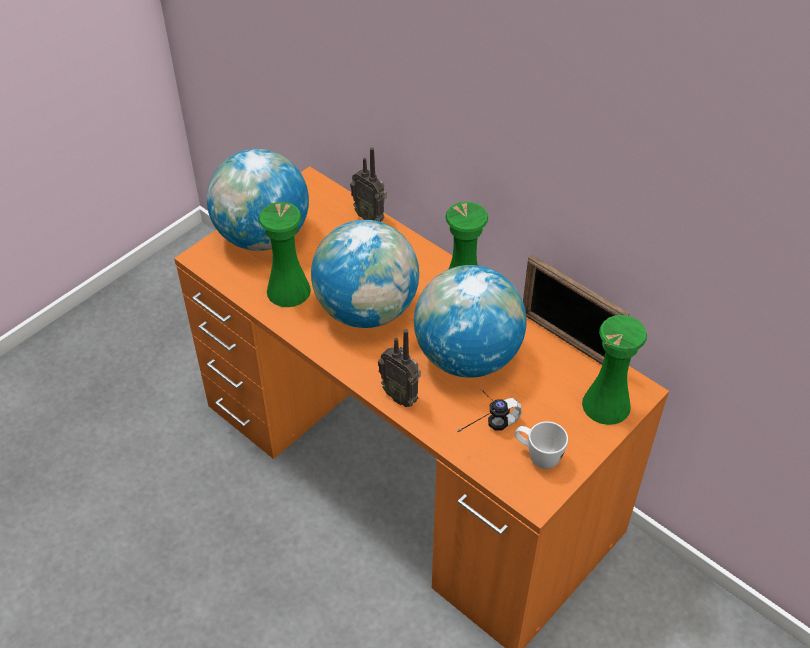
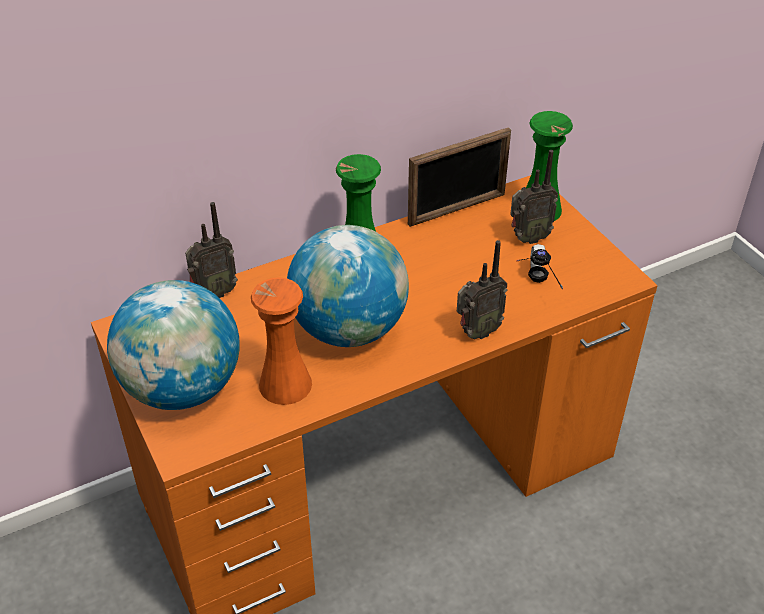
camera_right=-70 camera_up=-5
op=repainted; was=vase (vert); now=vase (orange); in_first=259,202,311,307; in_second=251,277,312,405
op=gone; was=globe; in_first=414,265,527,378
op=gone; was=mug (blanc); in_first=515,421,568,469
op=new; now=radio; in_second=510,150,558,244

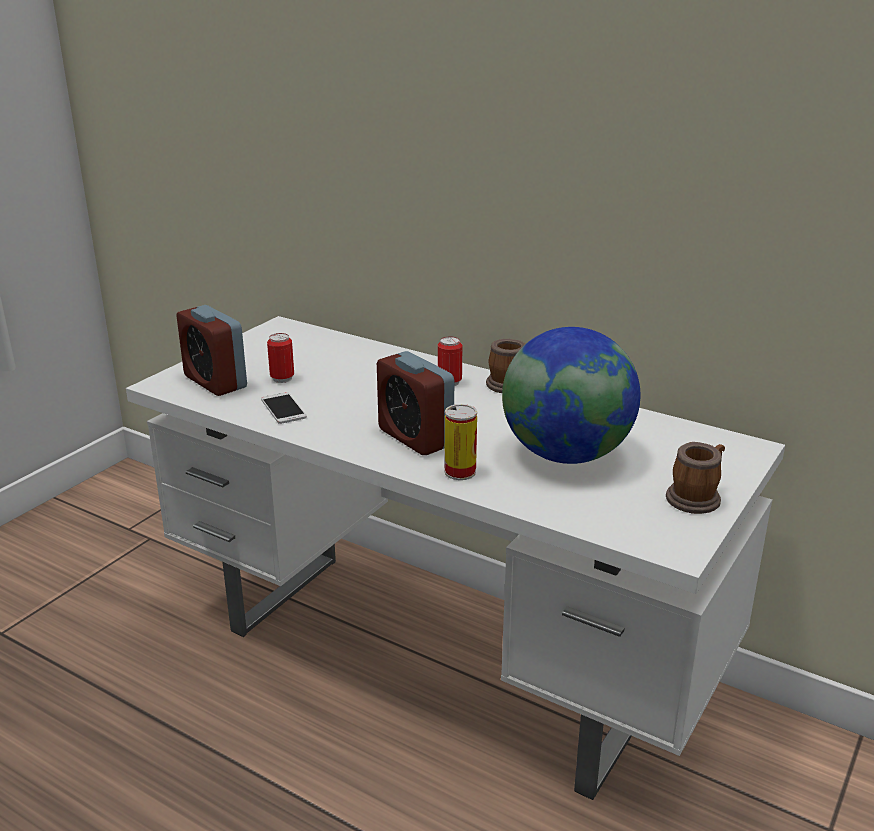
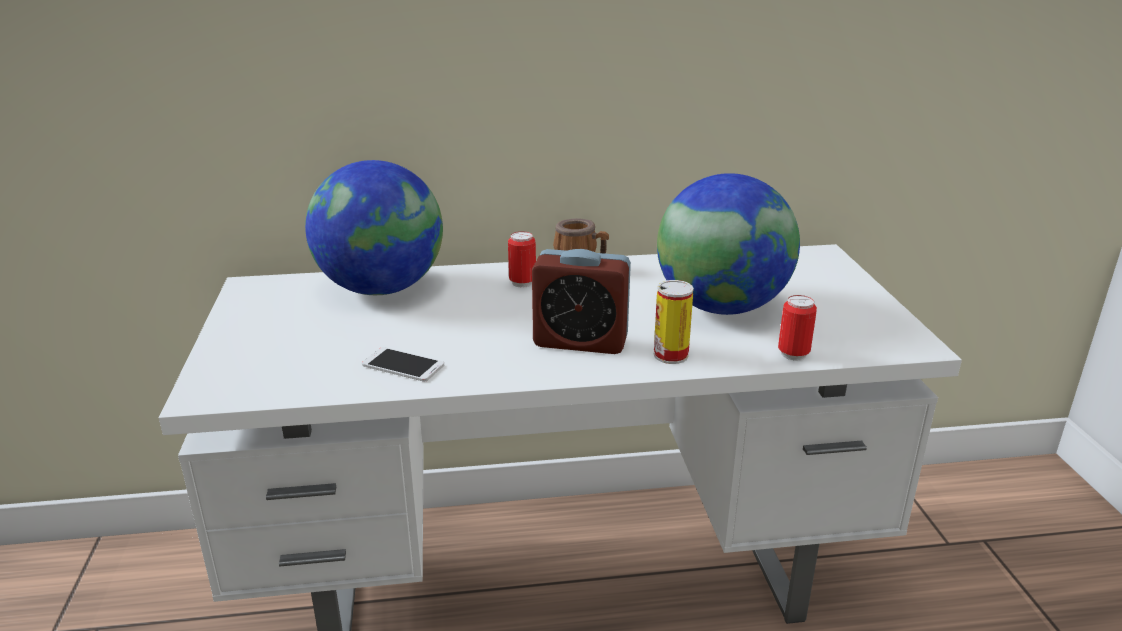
camera_right=-40 camera_up=0
op=gone; was=réveil; in_first=176,305,247,396
op=shifted; was=boîte métallique; in_first=267,333,294,383; in_second=778,295,817,360
op=gone; was=mug; in_first=666,442,725,514
op=new; now=globe; in_second=305,160,443,295

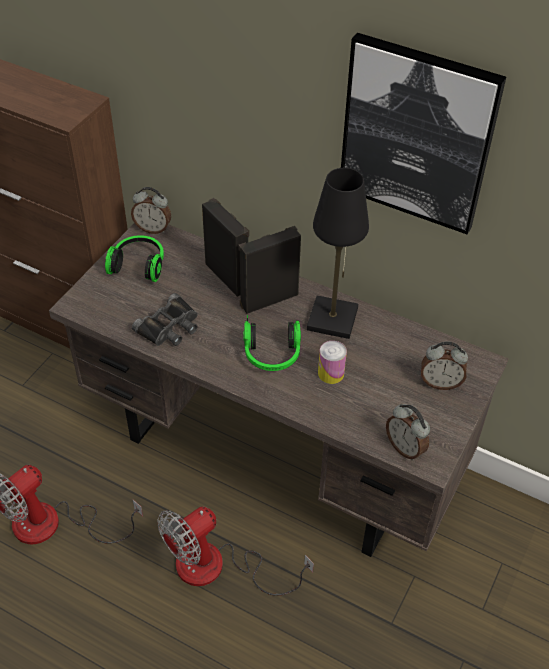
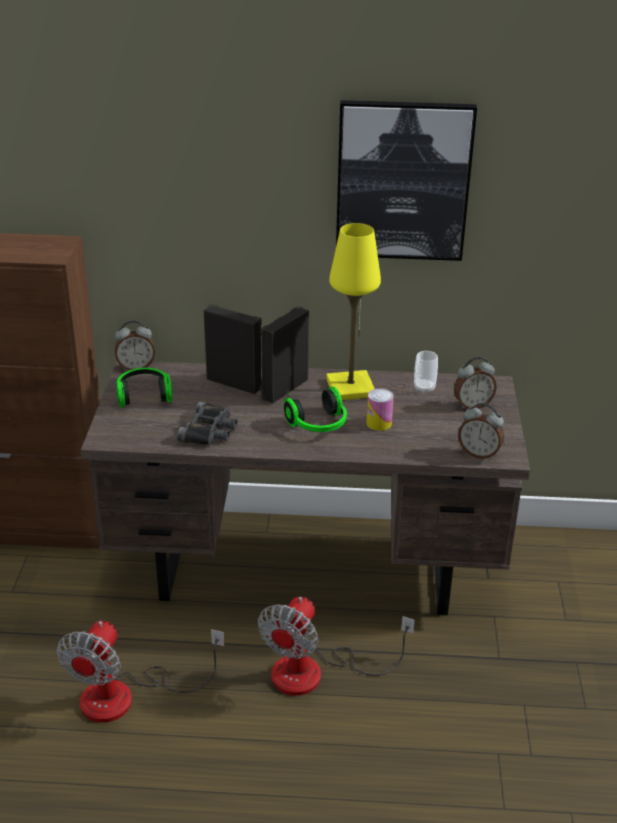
camera_right=-25 camera_up=-15
op=repainted; was=lampe de table (noir); now=lampe de table (jaune); in_first=307,168,369,339; in_second=326,223,381,400
op=new; now=tasse; in_second=414,351,438,393

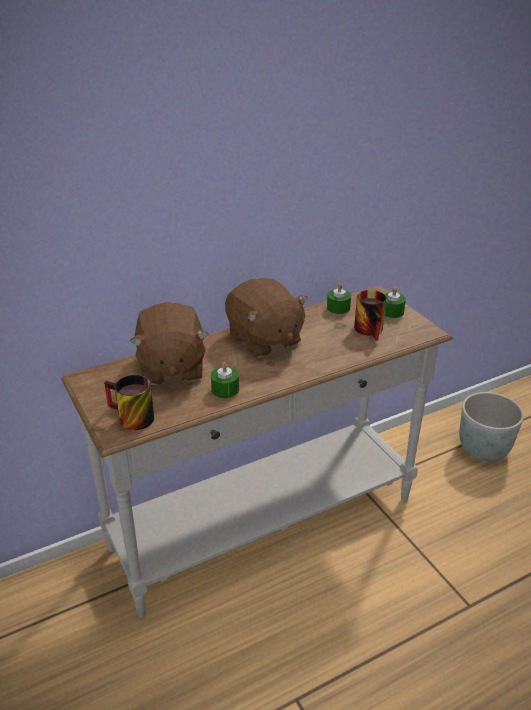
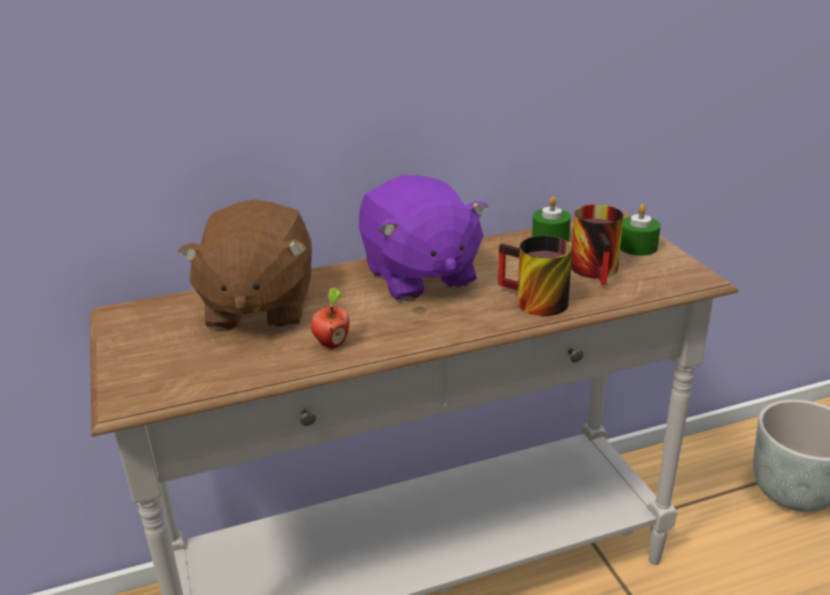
camera_right=10 camera_up=-5
op=repainted; was=peluche (marron); now=peluche (violet); in_first=225,278,308,358; in_second=359,175,488,301
op=swapped; was=bougie (vert); now=pomme; in_first=211,362,239,398; in_second=311,287,350,349
op=shifted; was=mug; in_first=104,375,154,430; in_second=498,236,572,316

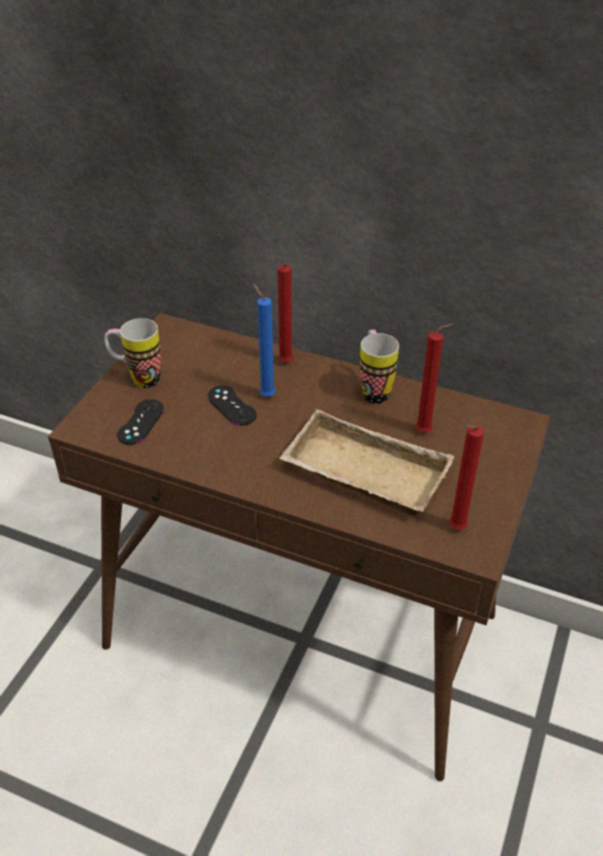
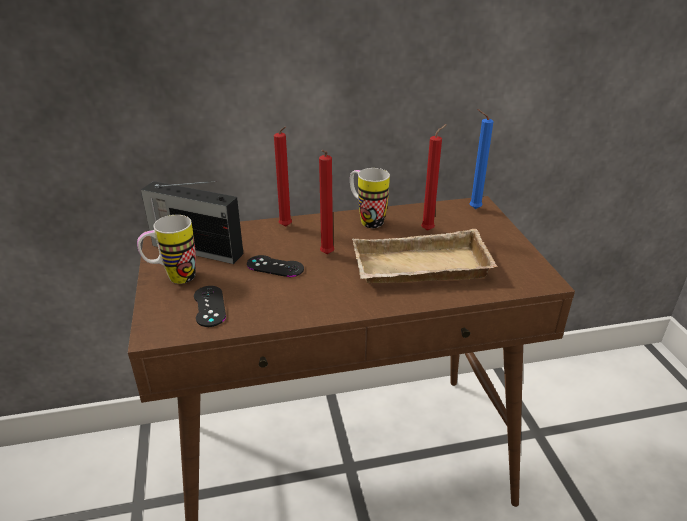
camera_right=-35 camera_up=-10
op=shifted; was=bougie (bleu); in_first=253,284,276,396; in_second=469,109,494,209
op=shifted; was=bougie (rouge); in_first=449,425,484,530; in_second=319,150,334,254
op=new; now=radio; in_second=141,181,243,264

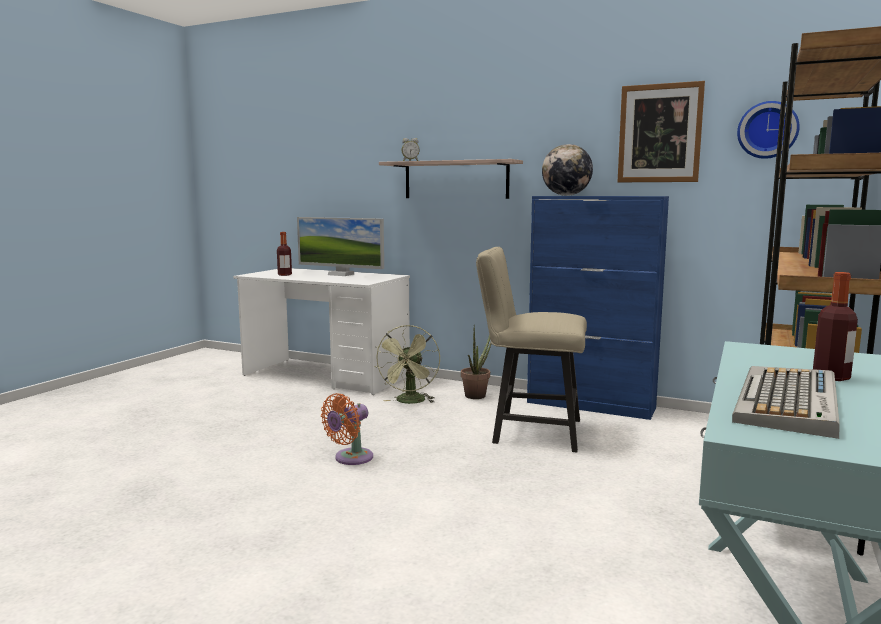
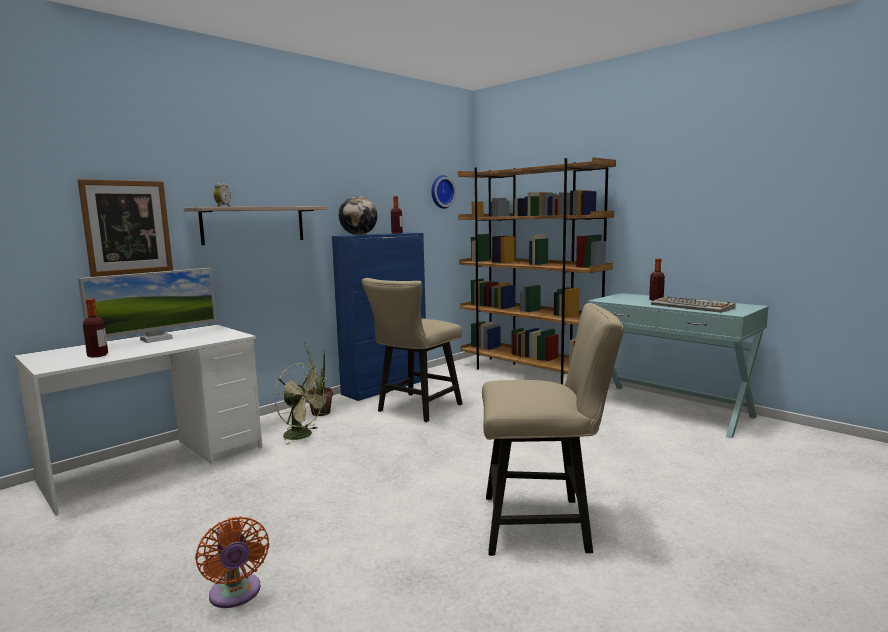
camera_right=-70 camera_up=0
op=shifted; was=tableau; in_first=618,81,705,182; in_second=78,179,173,277
op=shifted; was=ventilateur (orange); in_first=321,393,373,465; in_second=195,516,269,608
op=new; now=bouteille; in_second=391,196,403,234
op=new; now=chaise (beige); in_second=482,303,624,556

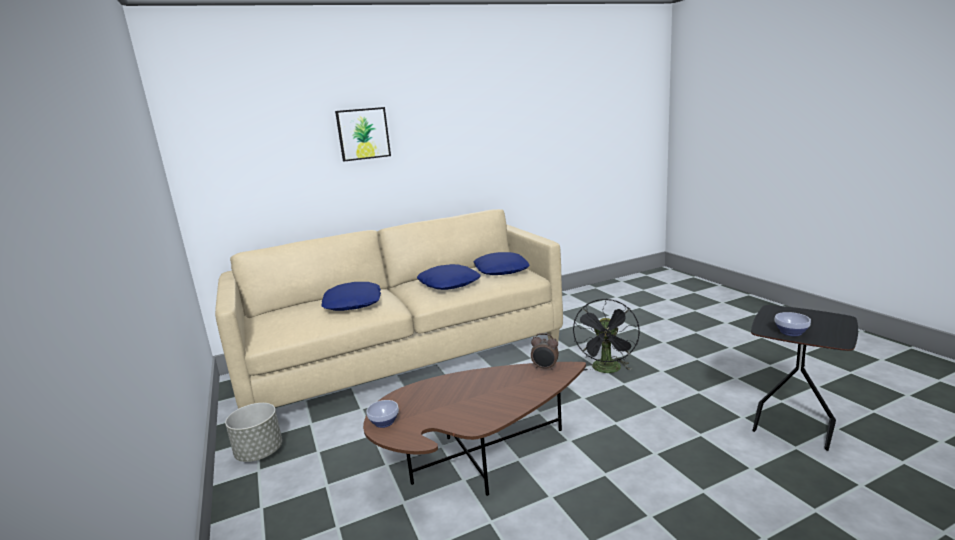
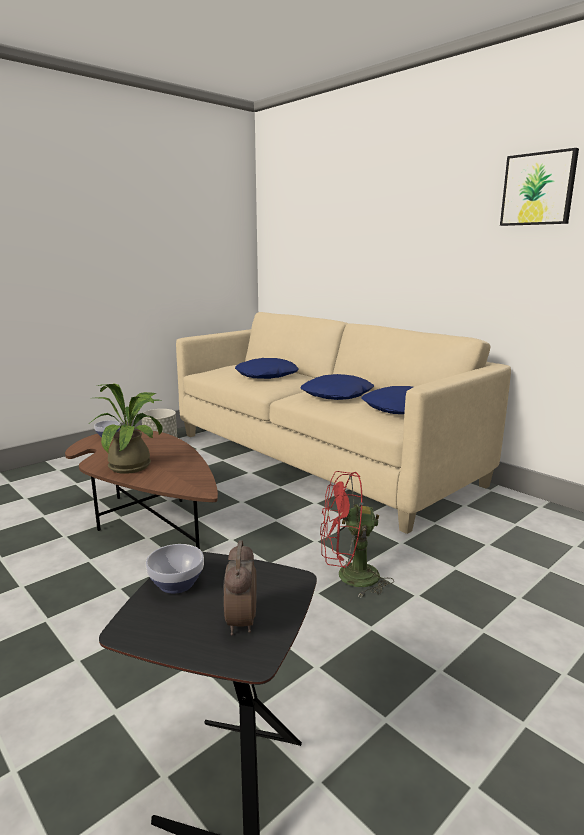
camera_right=70 camera_up=0
op=shifted; was=tableau; in_first=335,107,391,161; in_second=500,148,579,226
op=repainted; was=ventilateur (noir); now=ventilateur (rouge); in_first=573,299,640,373; in_second=320,471,394,597
op=shifted; was=réveil; in_first=531,333,559,370; in_second=223,541,257,635
op=new; now=plante en pot; in_second=90,383,162,474

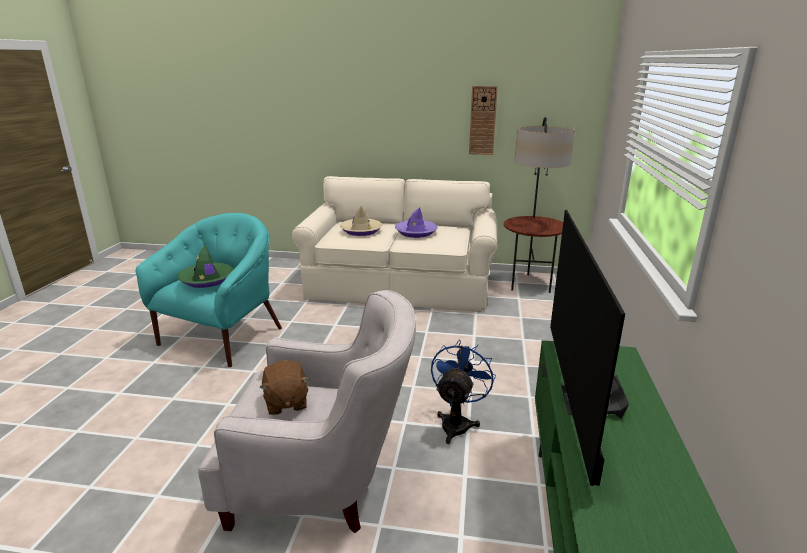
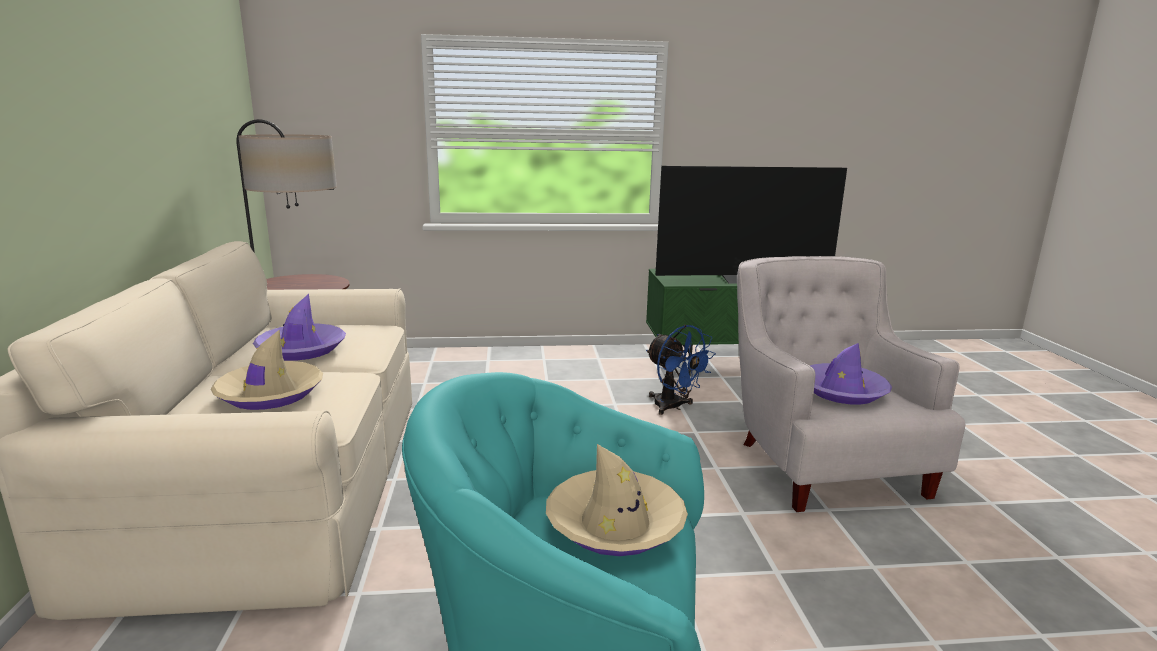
camera_right=-105 camera_up=-5
op=gone; was=horloge murale; in_first=469,86,498,155
op=repainted; was=chapeau (vert); now=chapeau (beige); in_first=177,245,233,288; in_second=546,444,688,556
op=rotated; was=ventilateur (bleu); in_first=431,340,496,444; in_second=646,325,716,415; clockwise=-135
op=swapped; was=peluche (marron); now=chapeau (violet); in_first=260,360,310,415; in_second=810,343,892,405

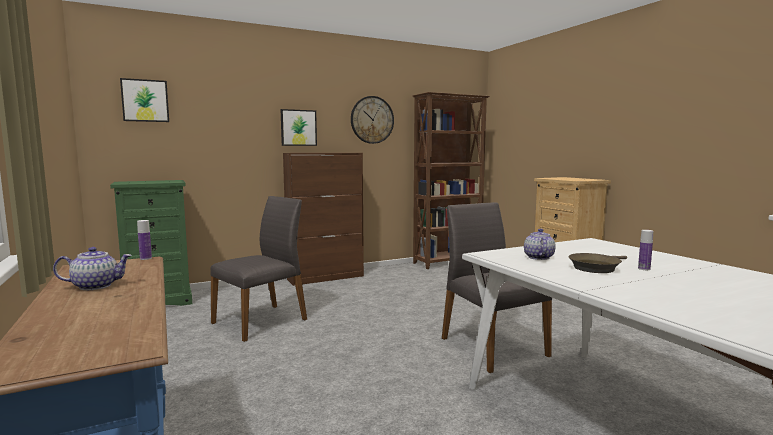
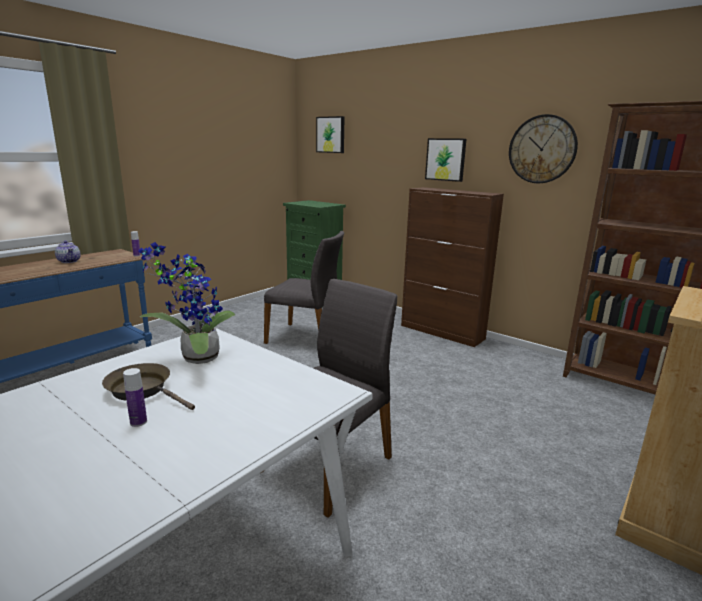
camera_right=65 camera_up=10
op=swapped; was=théière; now=plante en pot; in_first=524,229,556,260; in_second=138,242,235,364

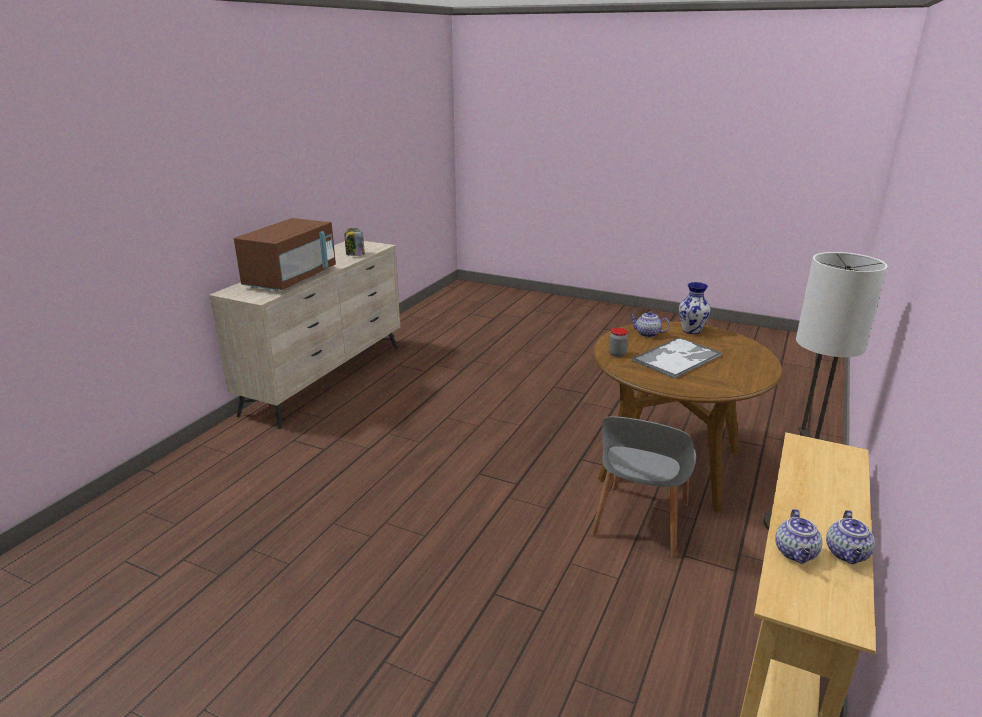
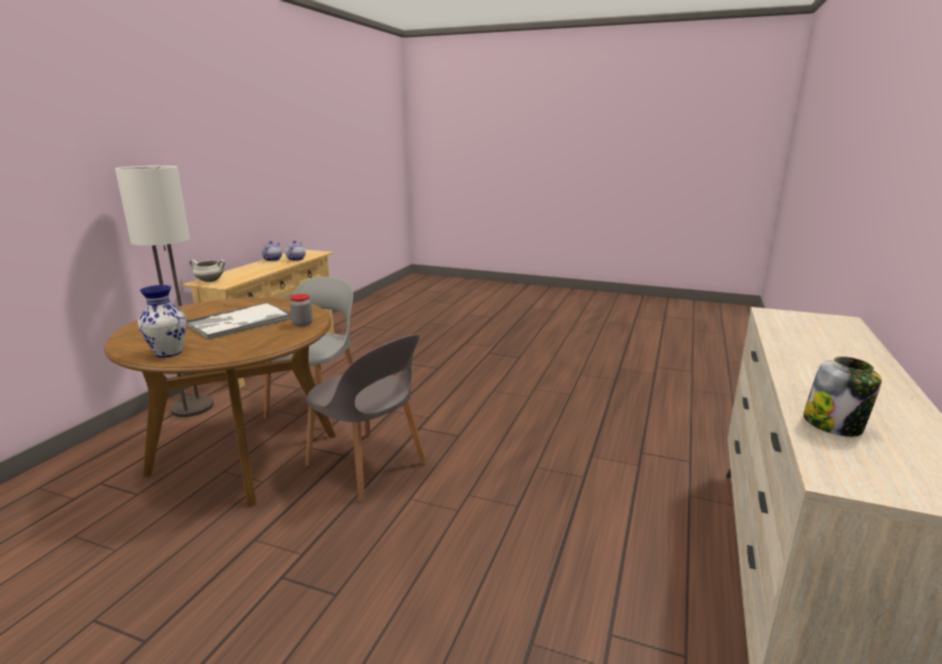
camera_right=175 camera_up=-5
op=gone; was=micro-ondes (marron); in_first=234,218,336,291
op=gone; was=théière; in_first=630,311,670,337
op=new; now=marmite (blanc); in_second=189,260,225,282
op=new; now=chaise (gris); in_second=305,335,426,502

